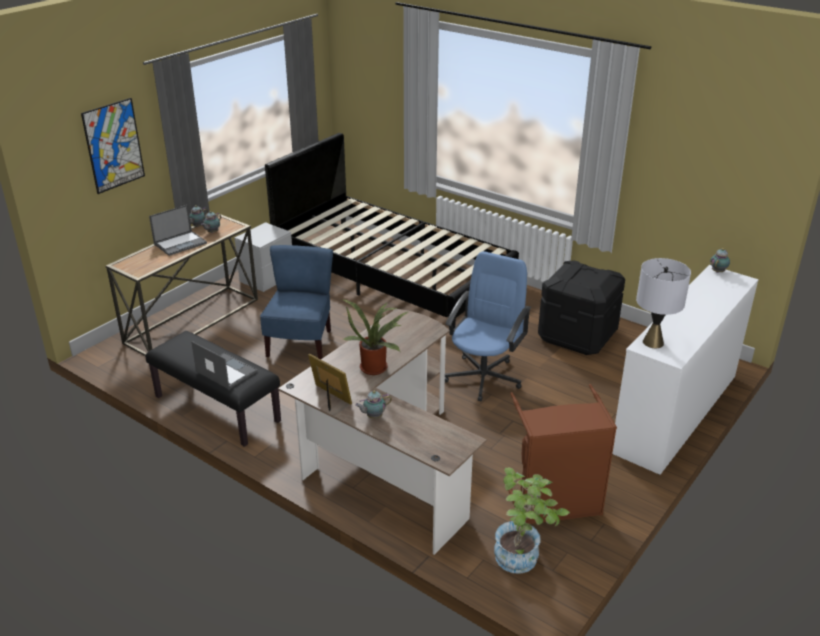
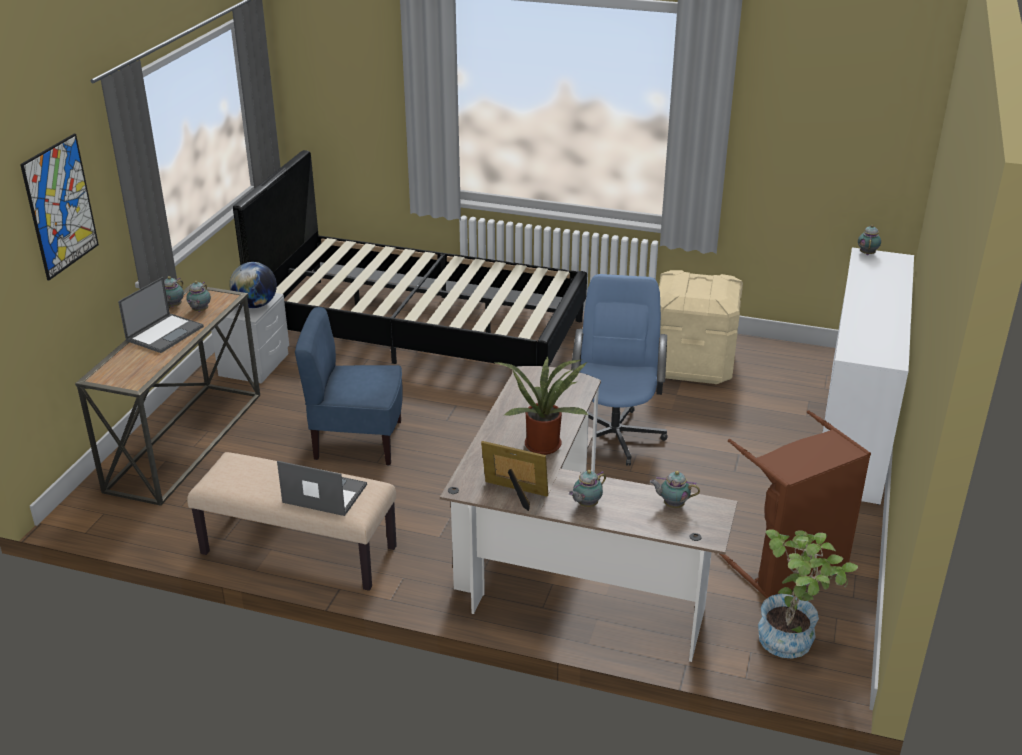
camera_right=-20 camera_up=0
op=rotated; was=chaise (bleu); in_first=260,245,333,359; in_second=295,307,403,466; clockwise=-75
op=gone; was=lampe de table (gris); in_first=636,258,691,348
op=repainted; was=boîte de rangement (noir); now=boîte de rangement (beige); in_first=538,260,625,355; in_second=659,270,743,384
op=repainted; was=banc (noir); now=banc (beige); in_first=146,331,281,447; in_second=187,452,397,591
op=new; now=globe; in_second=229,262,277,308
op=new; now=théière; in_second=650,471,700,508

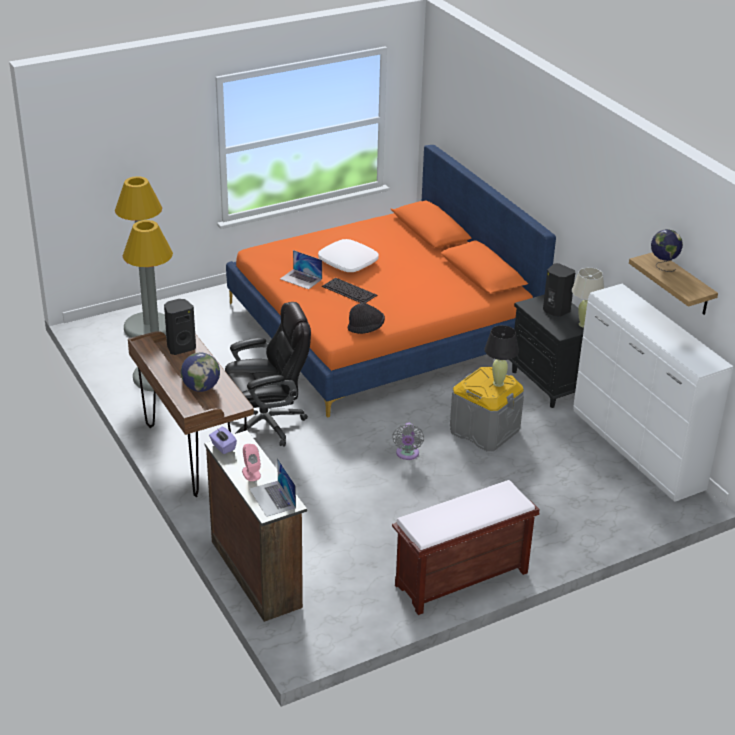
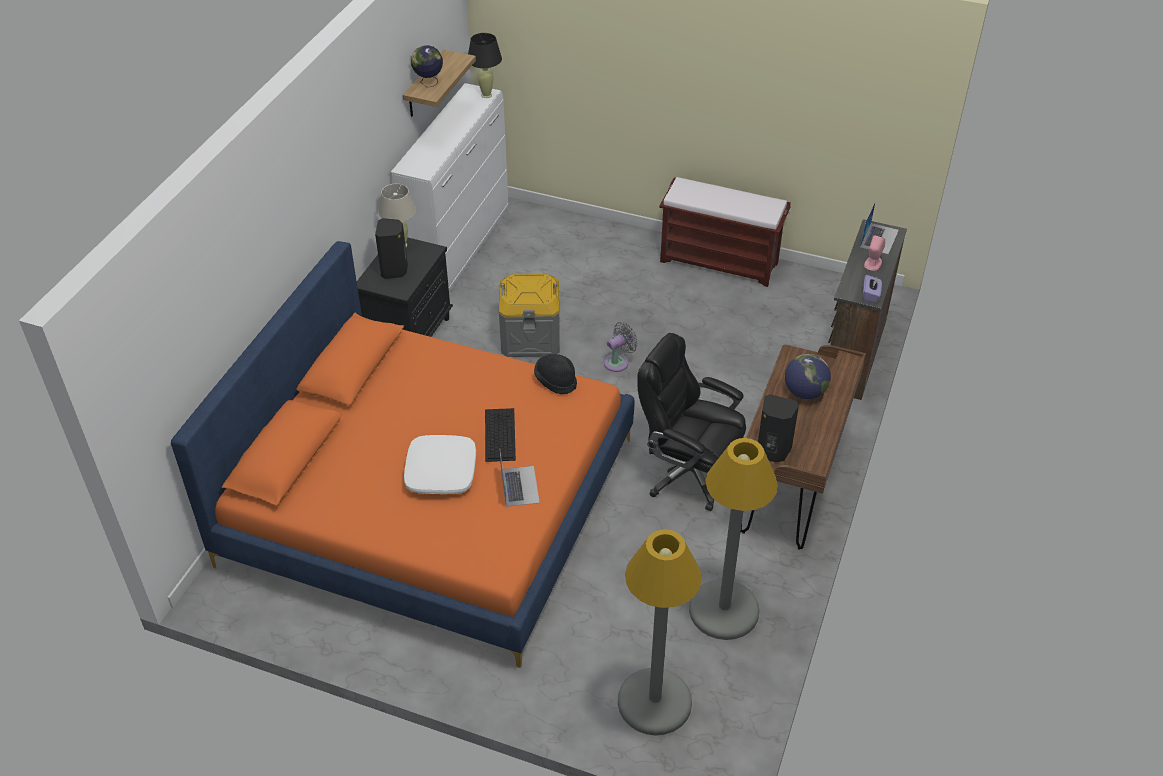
camera_right=-130 camera_up=10
op=shifted; was=lampe de table (noir); in_first=484,325,519,387; in_second=468,33,502,98

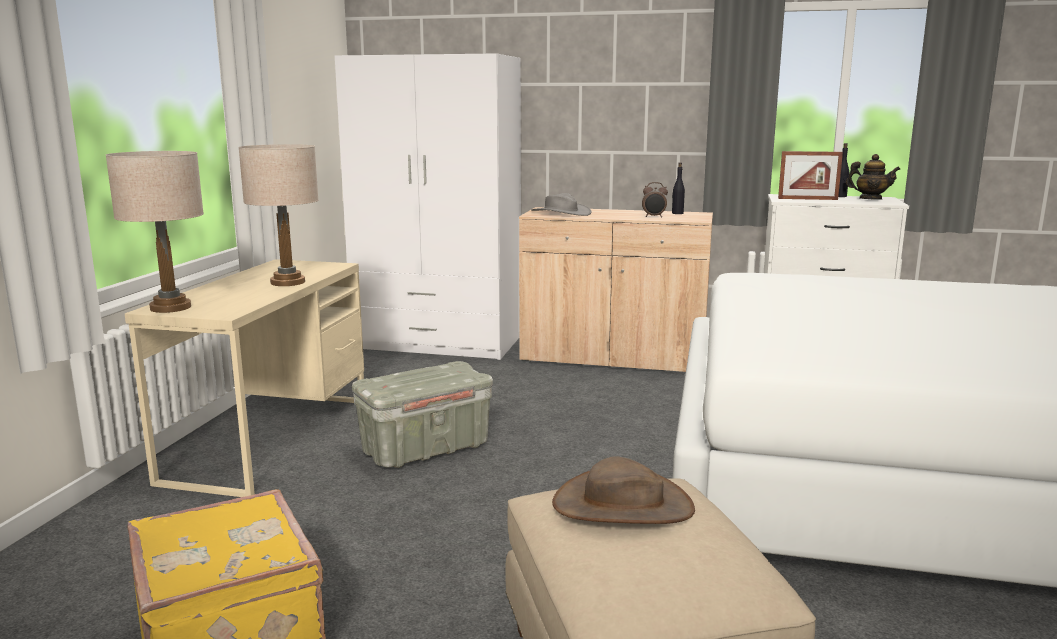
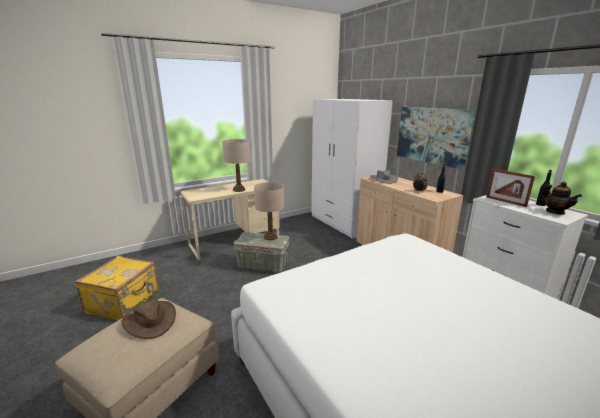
camera_right=45 camera_up=5
op=shifted; was=lampe de table (beige); in_first=106,151,204,313; in_second=254,182,284,240
op=new; now=tableau; in_second=397,107,475,170

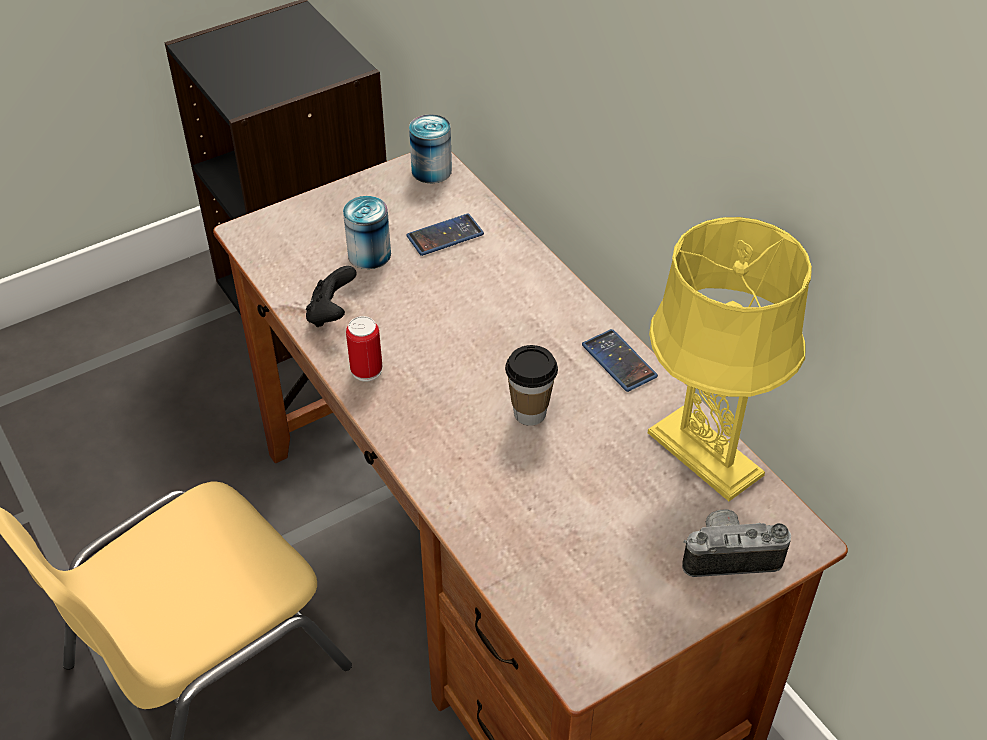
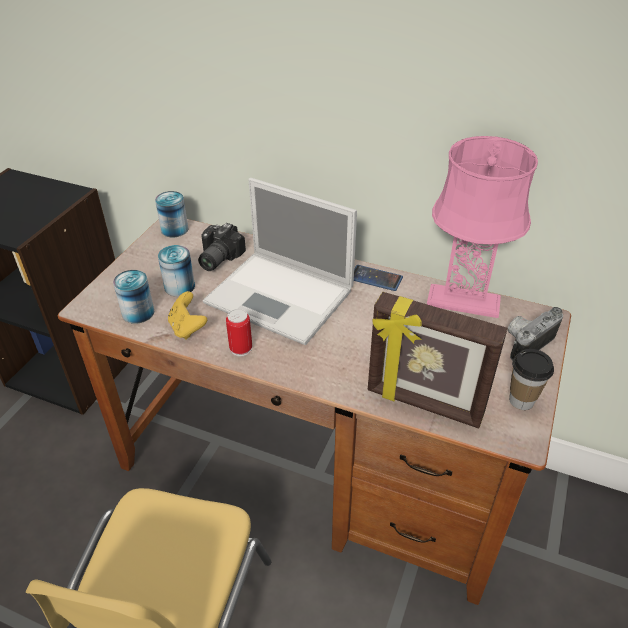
camera_right=-35 camera_up=-5
op=swapped; was=téléphone; now=appareil photo; in_first=406,214,484,256; in_second=198,223,246,271
op=repainted; was=lampe de table (jaune); now=lampe de table (rose); in_first=648,217,812,501; in_second=427,136,538,318
op=repainted; was=manette (noir); now=manette (jaune); in_first=306,266,357,327; in_second=168,291,207,340
op=shifted; was=tasse; in_first=505,345,558,426; in_second=509,349,554,410
op=new; now=ordinateur portable; in_second=203,178,357,345
op=new; now=boîte métallique; in_second=113,270,154,324
op=new; now=cadre photo; in_second=368,292,508,428

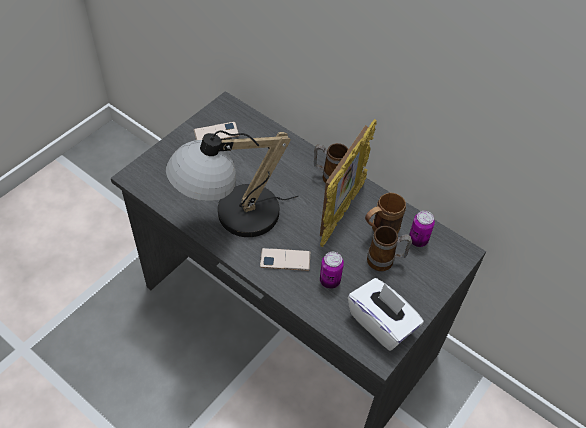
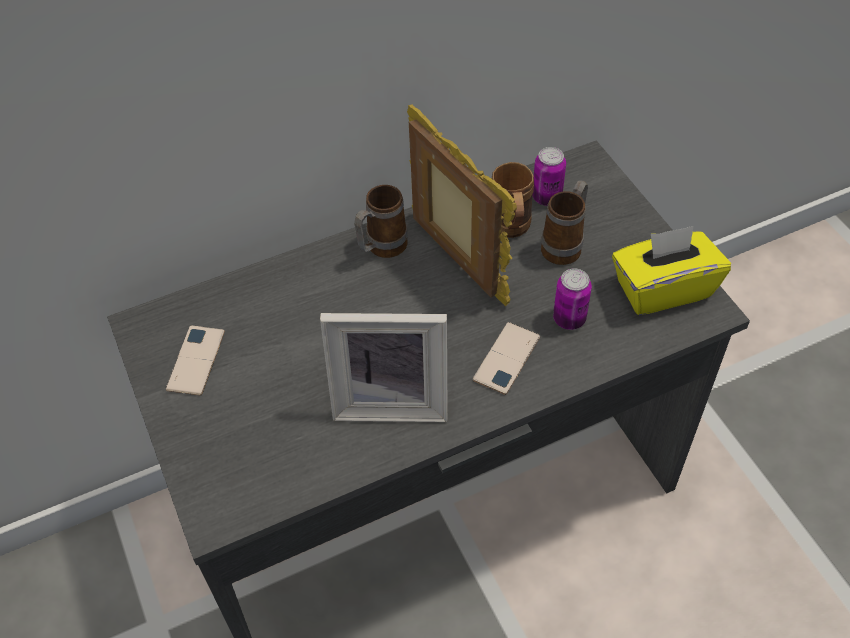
camera_right=-60 camera_up=0
op=swapped; was=lampe de table; now=cadre photo; in_first=166,130,299,237; in_second=320,313,448,422
op=repainted; was=boîte à mouchoirs (blanc); now=boîte à mouchoirs (jaune); in_first=348,278,424,351; in_second=612,226,731,315

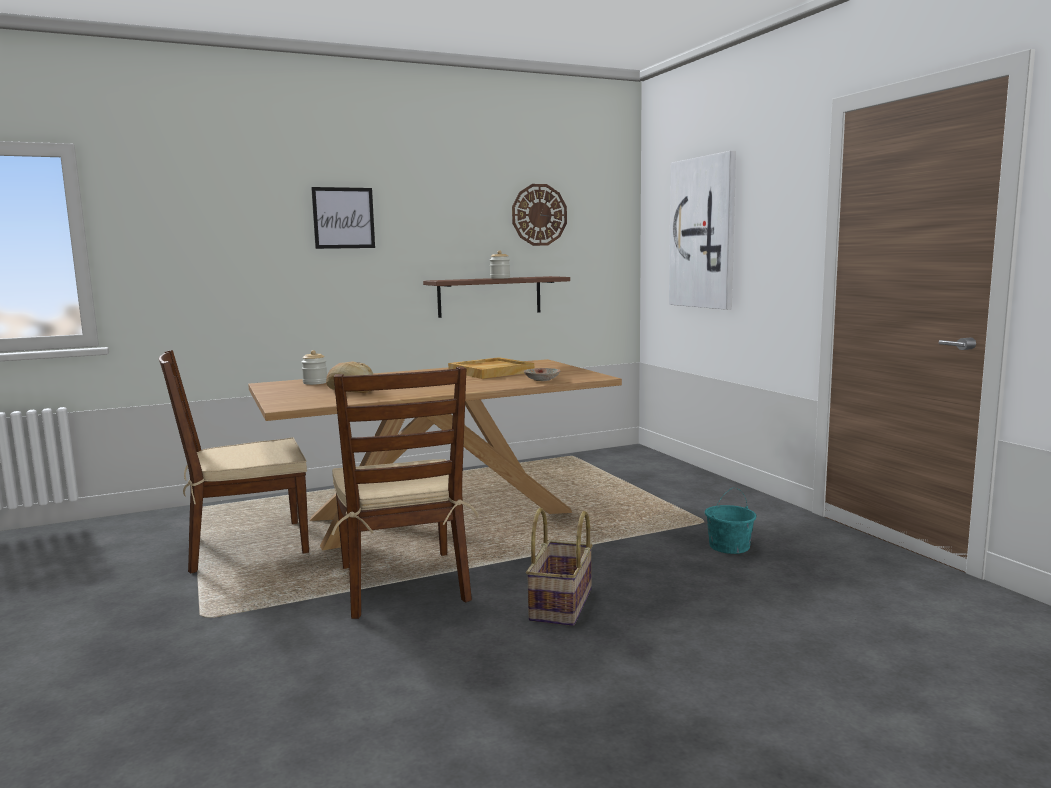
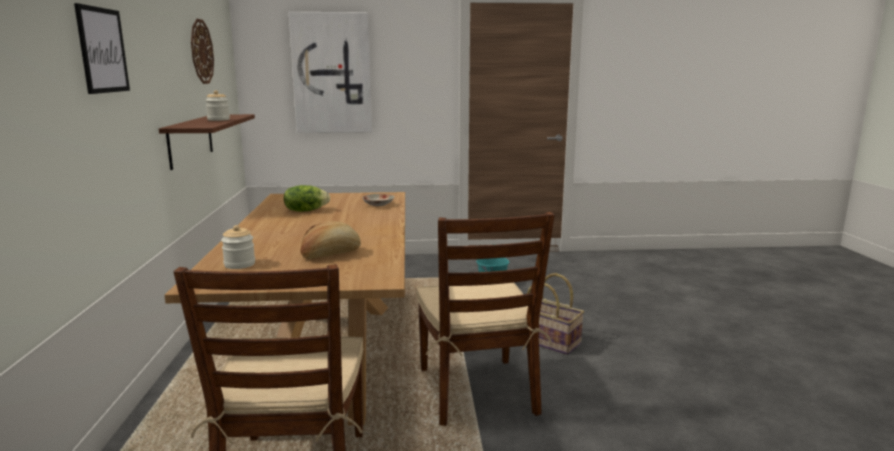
camera_right=-70 camera_up=5
op=swapped; was=plateau (beige); now=laitue; in_first=448,357,534,379; in_second=284,185,330,212
op=rotated; was=chaise (marron); in_first=332,366,479,619; in_second=416,212,555,426; clockwise=75

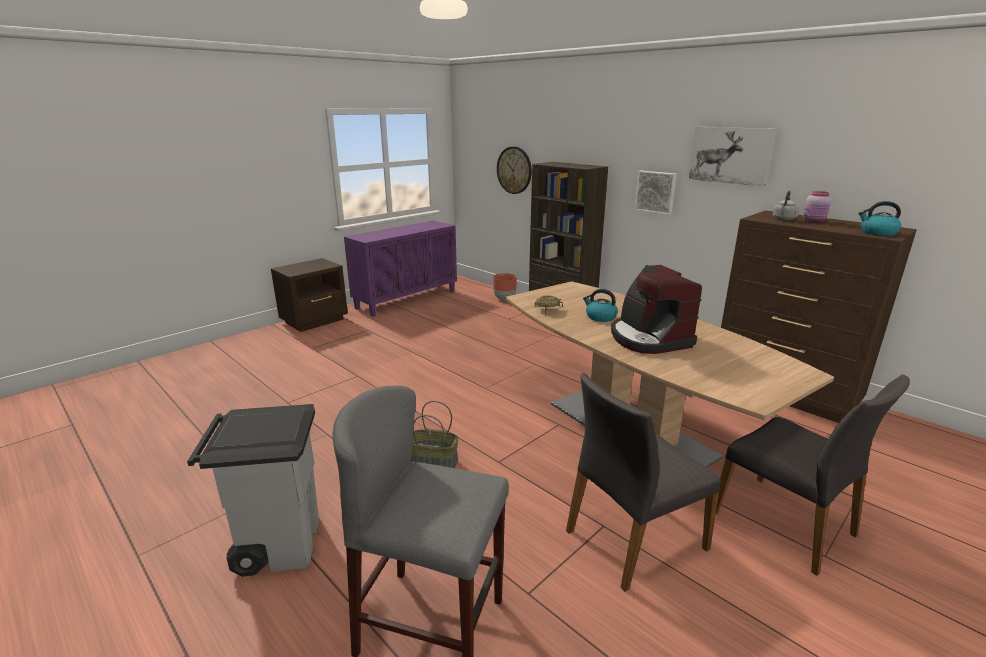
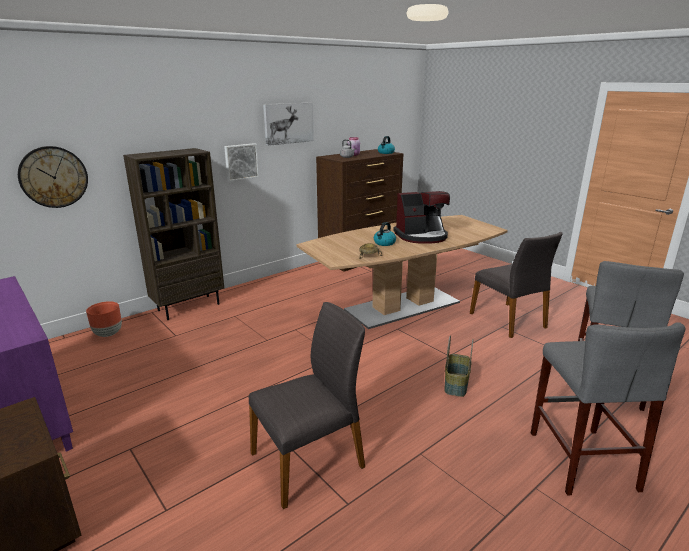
camera_right=-85 camera_up=0
op=shifted; was=chaise (gris); in_first=716,374,910,576; in_second=249,302,365,509
op=swapped; was=poubelle (gris); now=tabouret (gris); in_first=187,404,319,577; in_second=531,322,685,495

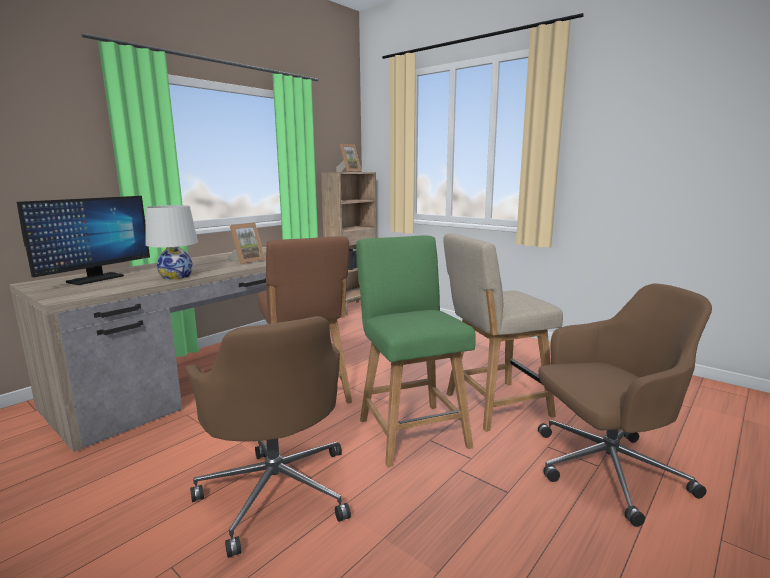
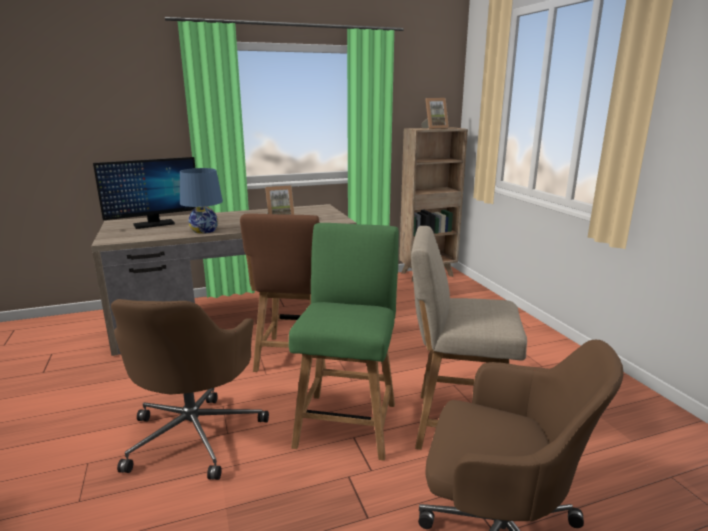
camera_right=30 camera_up=5
op=repainted; was=lampe de table (blanc); now=lampe de table (bleu); in_first=145,205,198,280; in_second=180,168,223,234

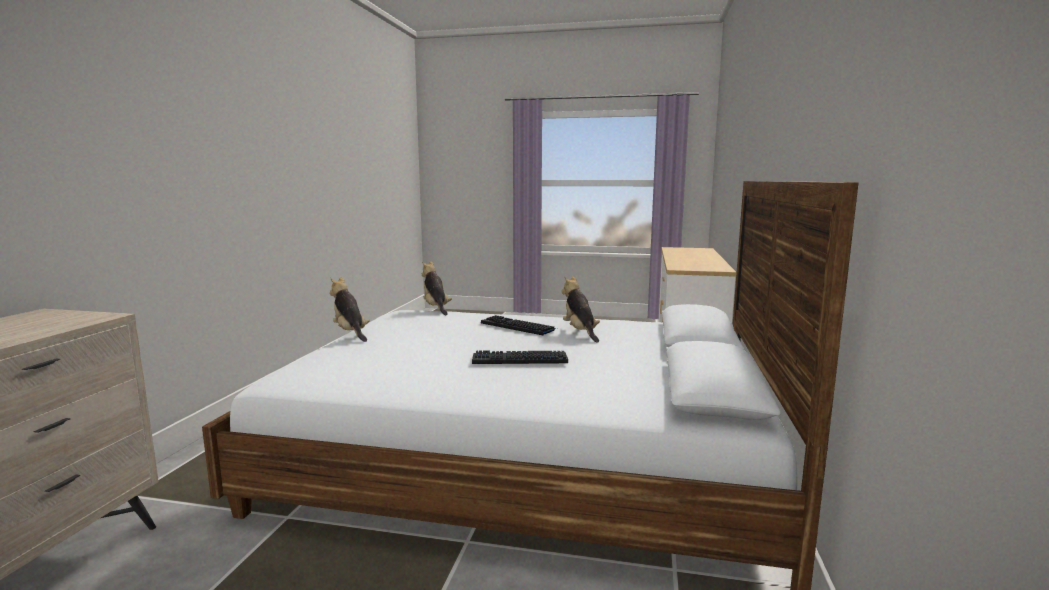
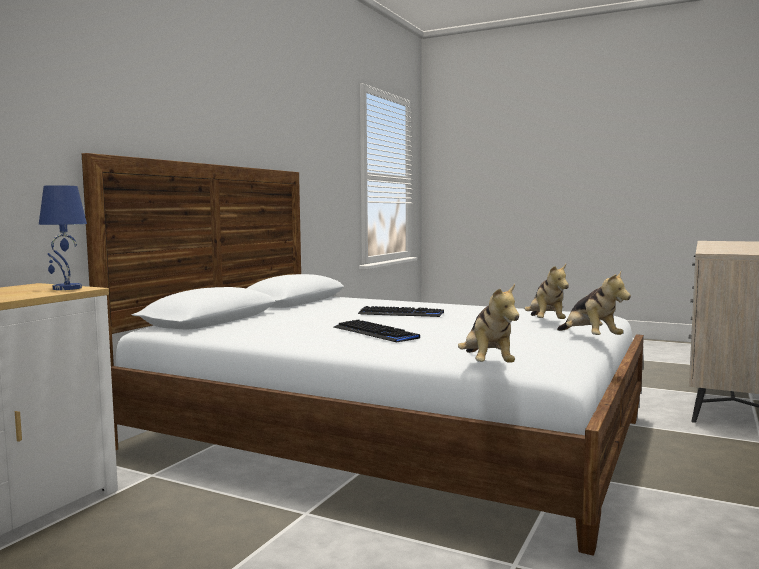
camera_right=-165 camera_up=-5
op=shifted; was=peluche; in_first=561,276,600,343; in_second=525,264,569,319
op=new; now=lampe de table (bleu); in_second=39,185,87,290

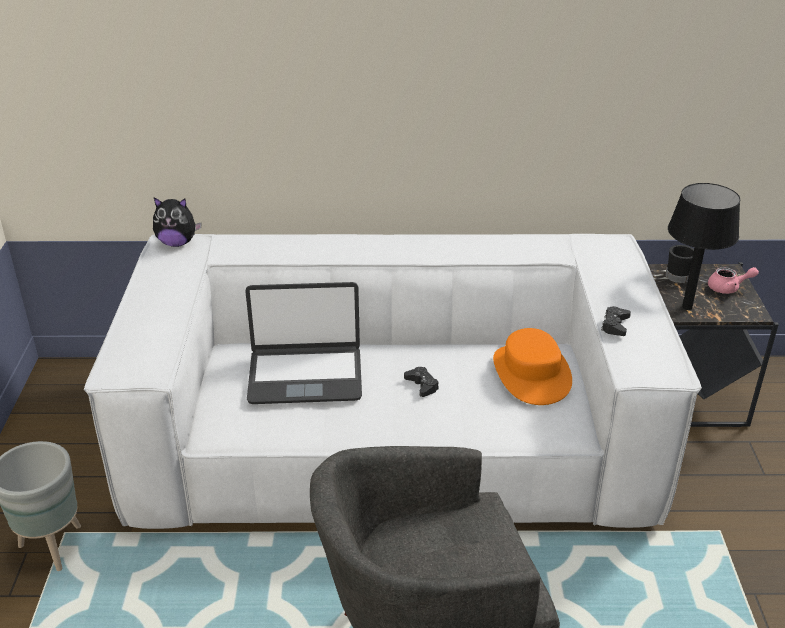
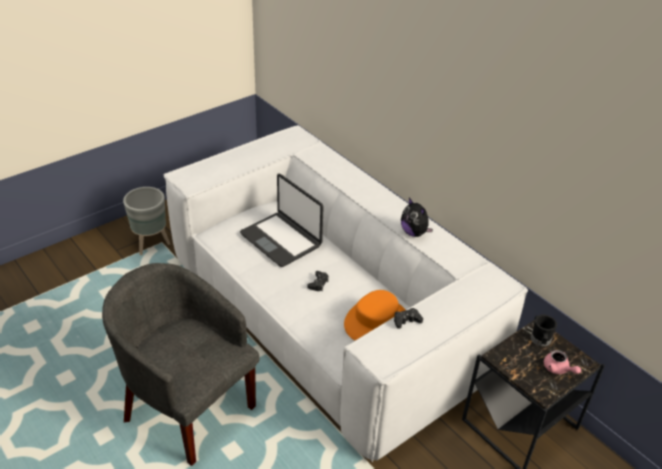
camera_right=50 camera_up=5
op=gone; was=lampe de table (noir); in_first=668,183,740,310
op=shifted; was=peluche; in_first=153,198,202,247; in_second=401,198,433,237

